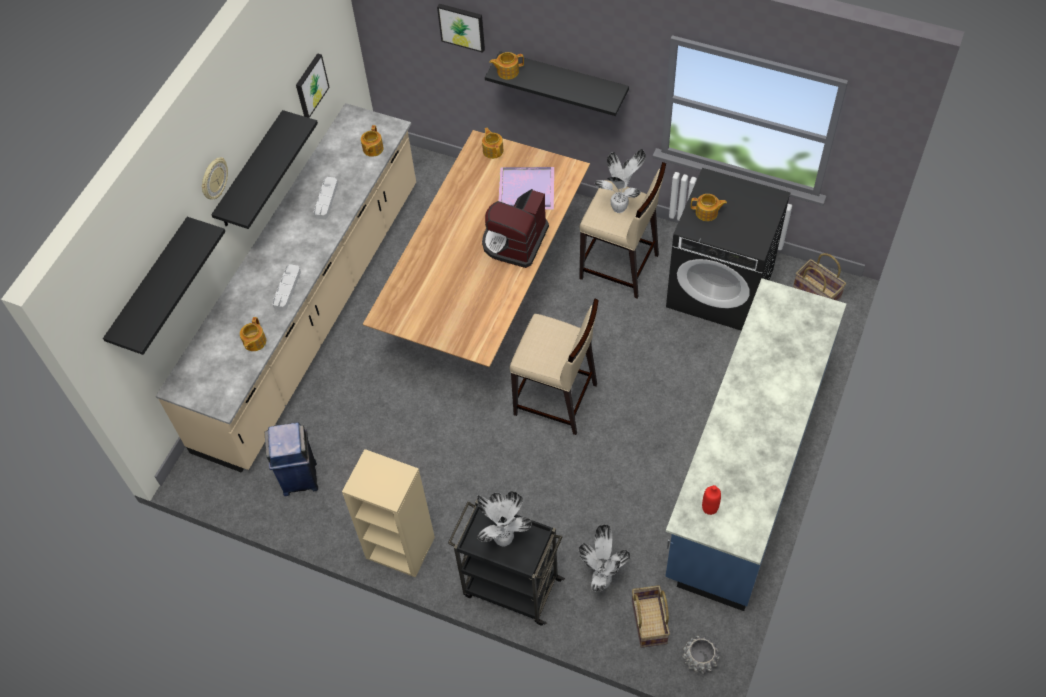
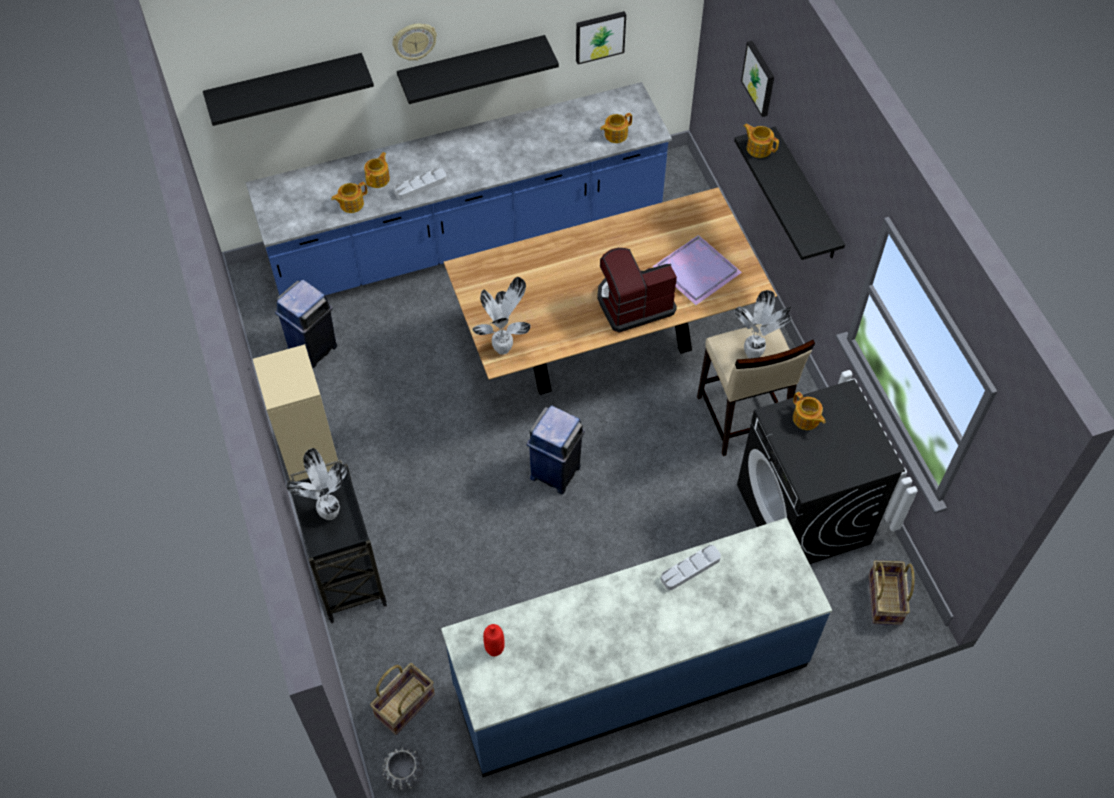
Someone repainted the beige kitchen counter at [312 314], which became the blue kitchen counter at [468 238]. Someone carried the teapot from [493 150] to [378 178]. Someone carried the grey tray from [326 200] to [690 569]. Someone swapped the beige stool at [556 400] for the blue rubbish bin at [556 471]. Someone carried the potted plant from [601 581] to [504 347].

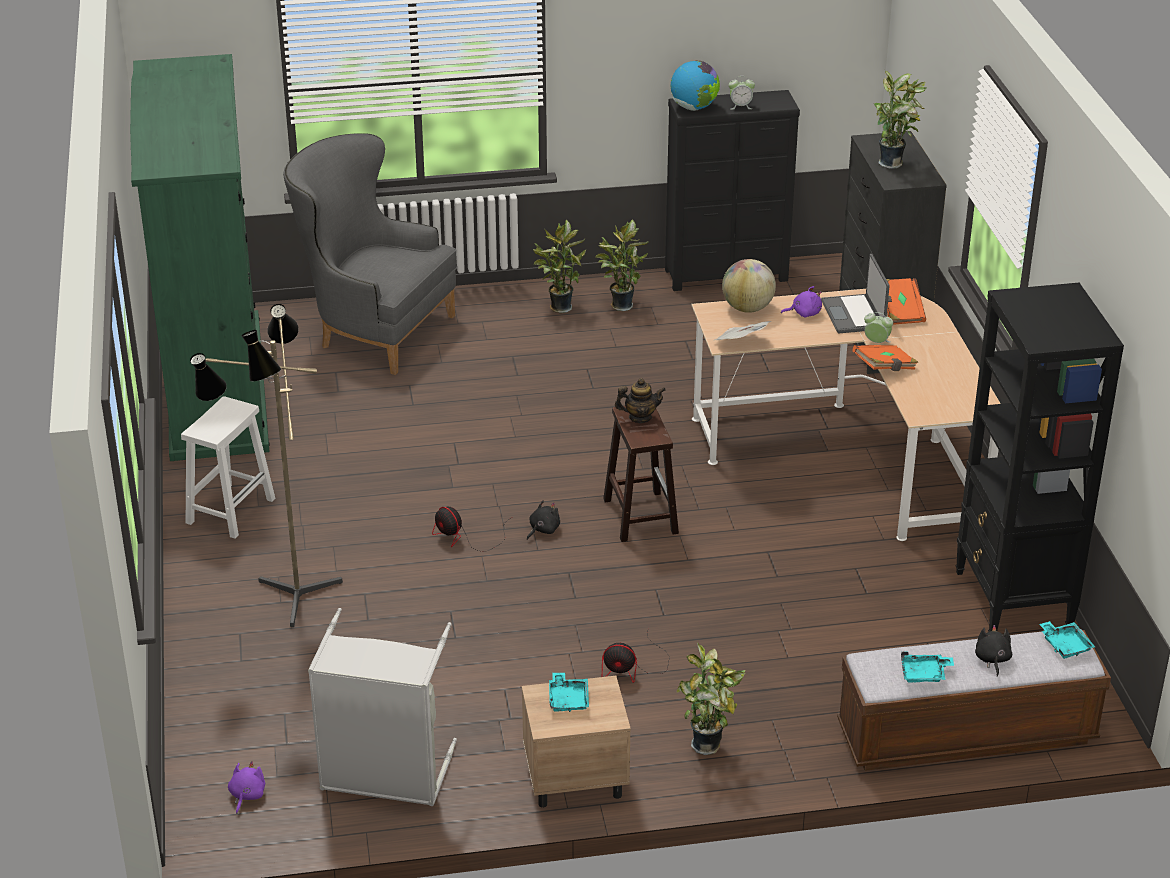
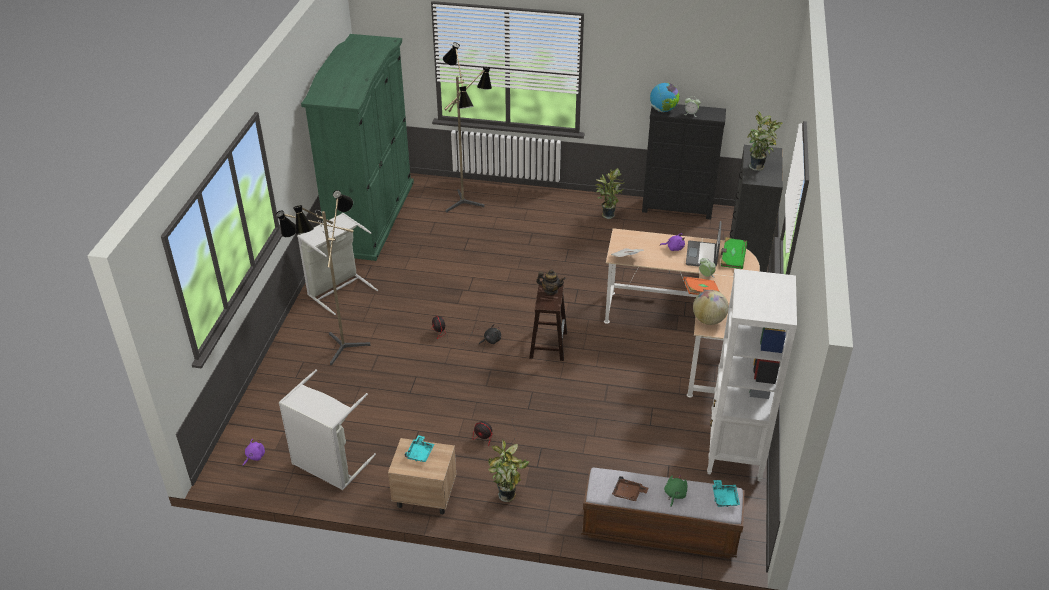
Someone swapped the grey easy chair at [373 331] for the floor lamp at [467 202]. Someone took away the potted plant at [559 307]. Someone carried the globe from [747 308] to [708 320]. Someone repainted the orange book at [900 311], which became the green-coloured book at [732 259]. Someone repainted the black-coloured bookshelf at [1013 601], which became the white bookshelf at [734 453]. Someone swapped the white stool at [231 510] for the grey laundry basket at [338 290]. Someone repainted the black-coloured plush toy at [992 659], which became the green-coloured plush toy at [674 495]. Someone repainted the turquoise-coloured tray at [924 674], which became the brown tray at [628 493].

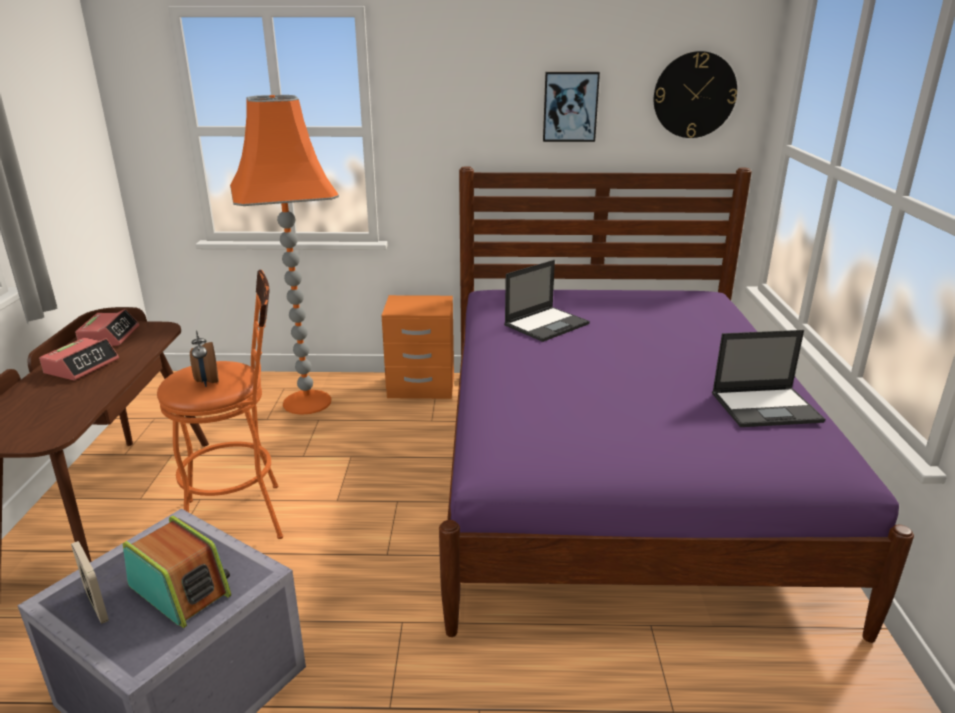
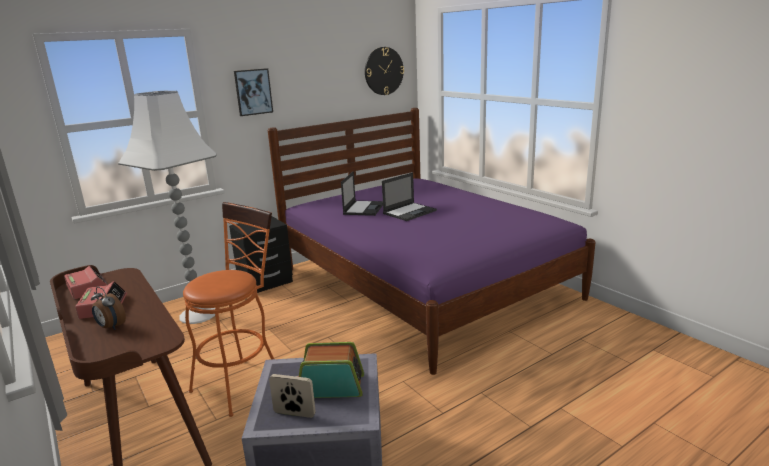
Someone carried the picture from [570 107] to [253 92]. Someone repainted the orange floor lamp at [308 402], which became the white floor lamp at [198 314]. Someone repainted the orange nightstand at [421 387], which became the black-coloured nightstand at [265 282]. Someone carried the alarm clock from [207 382] to [111 327]. Someone carried the portable computer from [767 407] to [410 212].

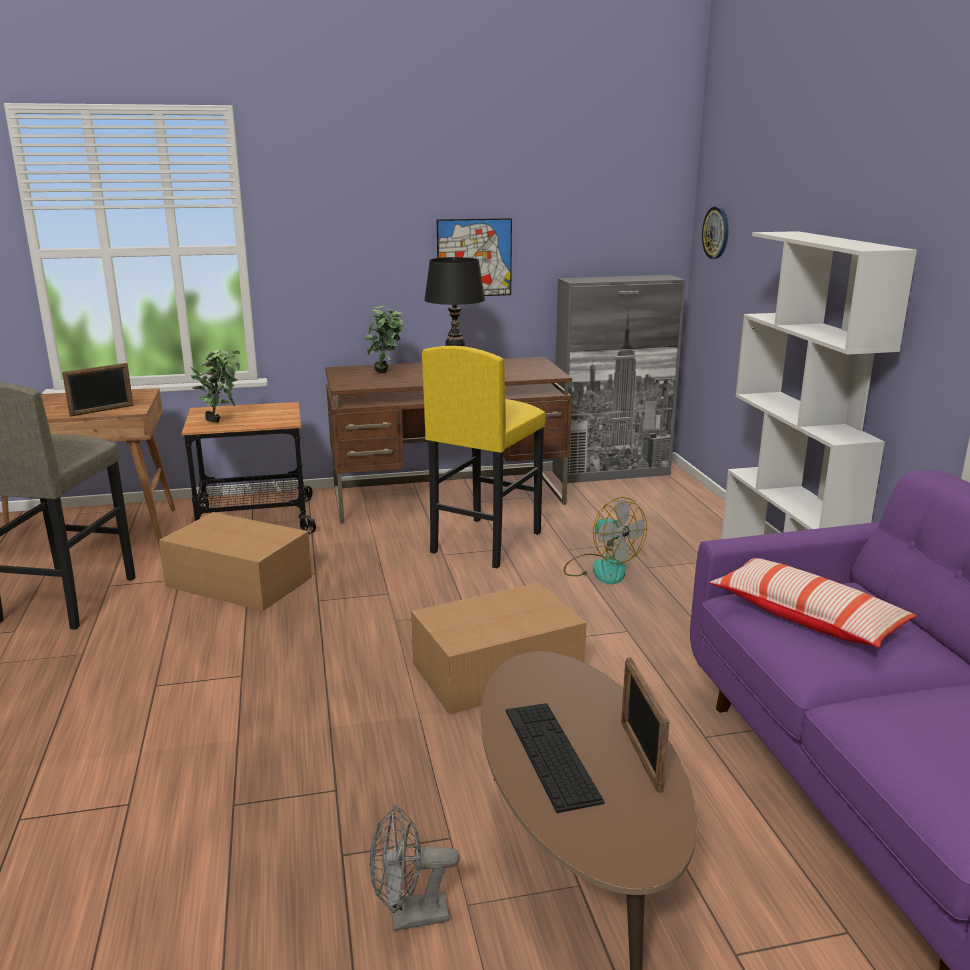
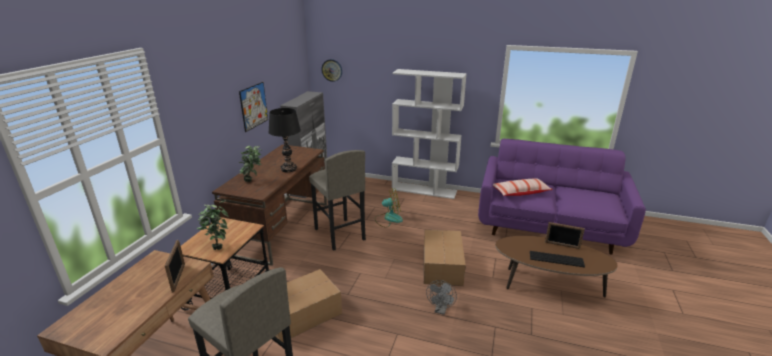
Someone repainted the yellowish stool at [485 542], which became the grey stool at [339 234]. Someone carried the grey fan from [409 917] to [441 310].

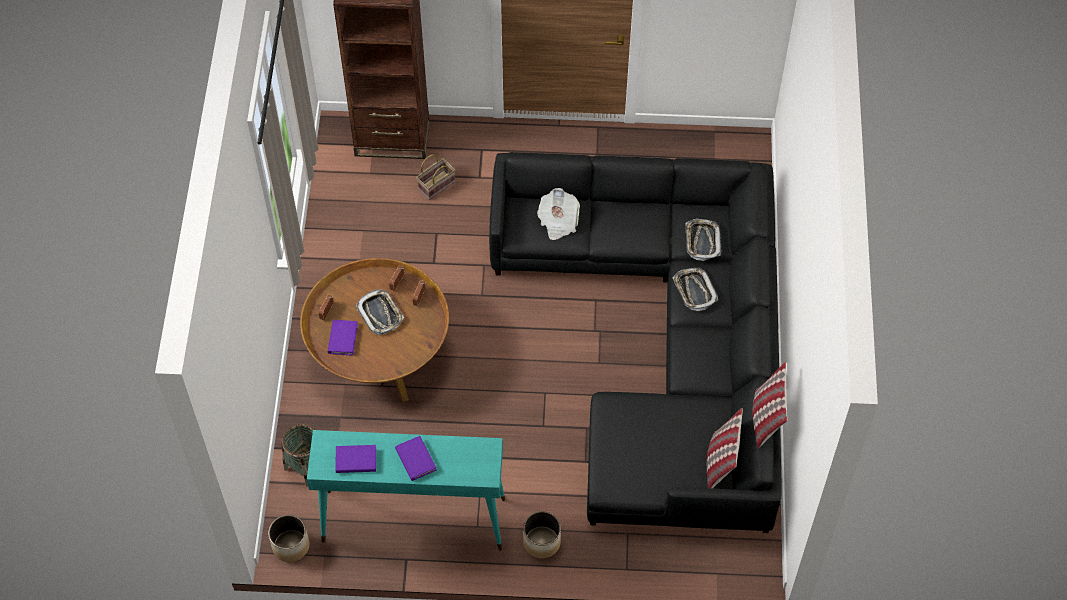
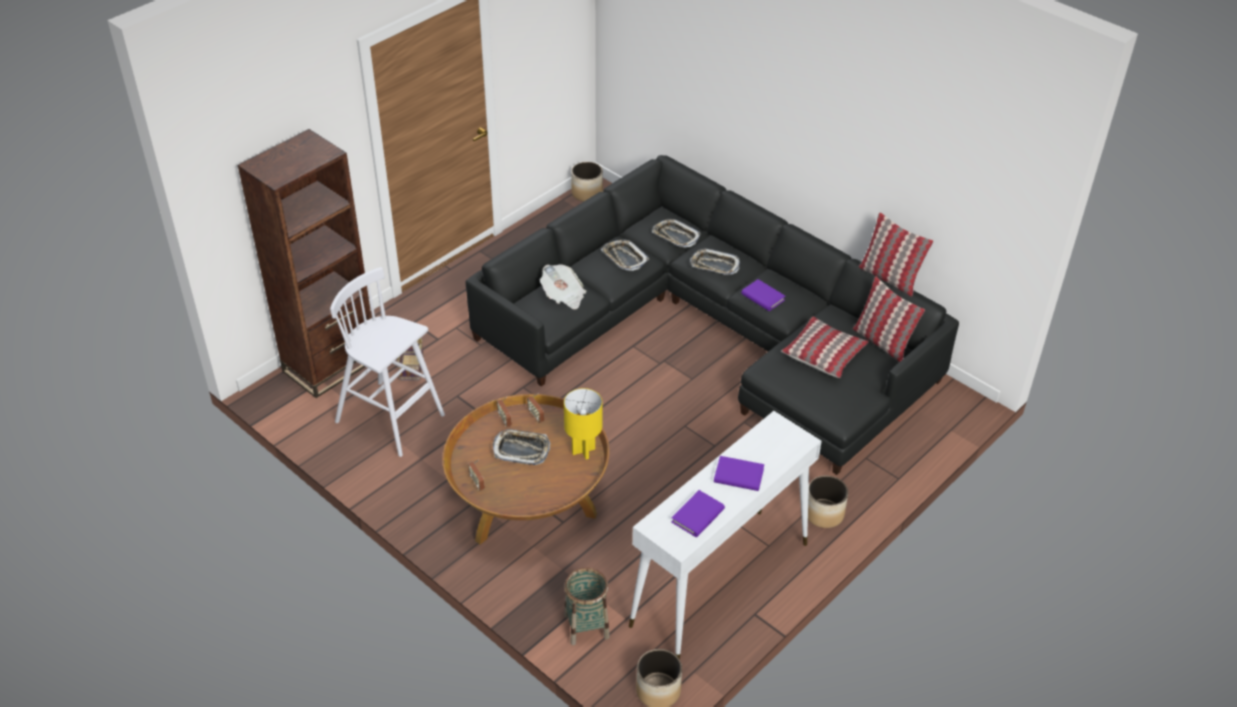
Someone carried the purplish book from [342 338] to [763 297]. Someone repainted the turquoise-coloured hall table at [412 520], which became the white hall table at [719 585]. Someone put down the flower pot at [587 193]. Someone put down the tray at [624 258]. Someone put down the white stool at [392 419]. Someone put down the cushion at [823 354]. Someone put down the yellowish tabletop lamp at [583 451].

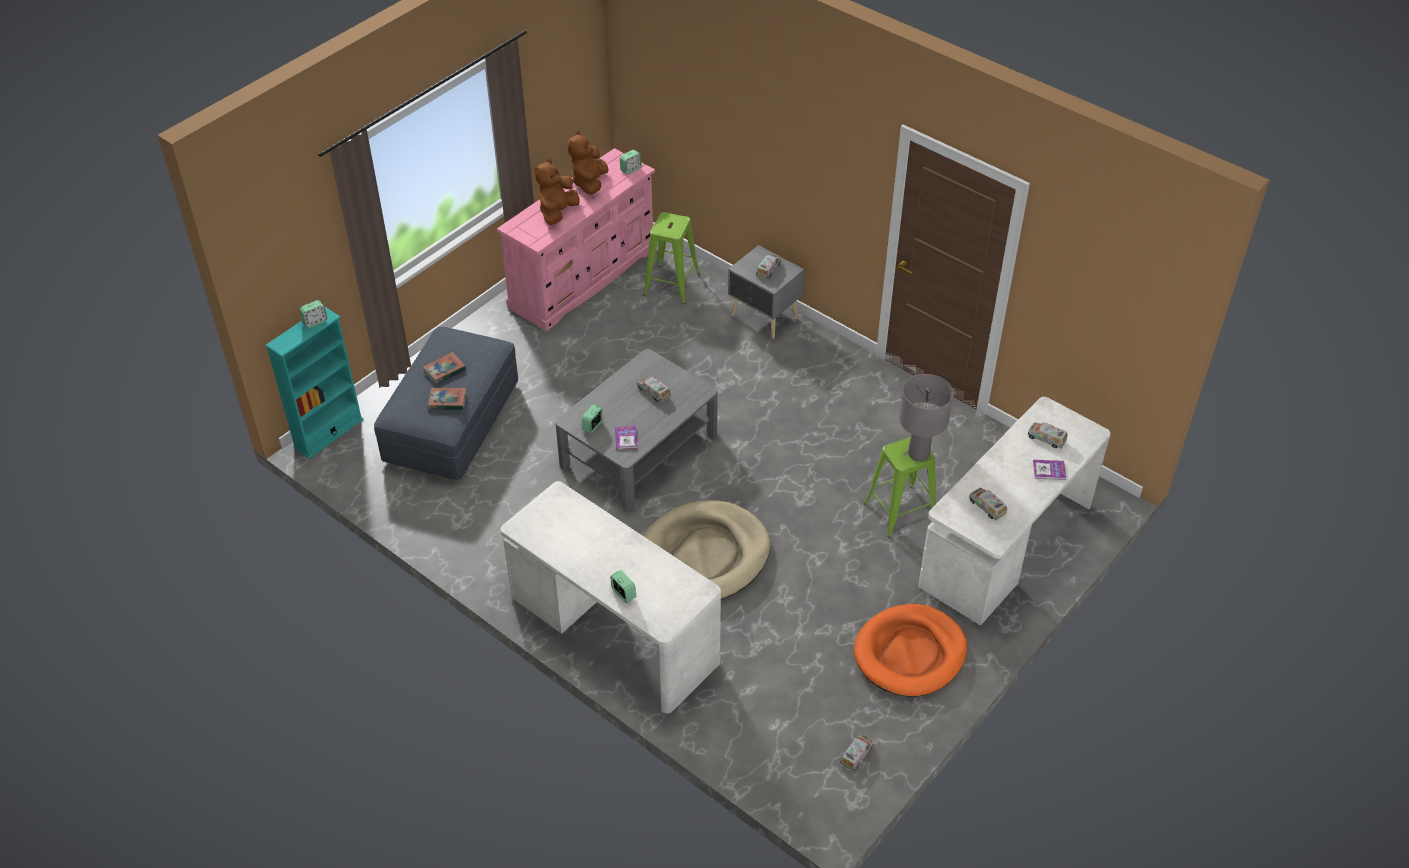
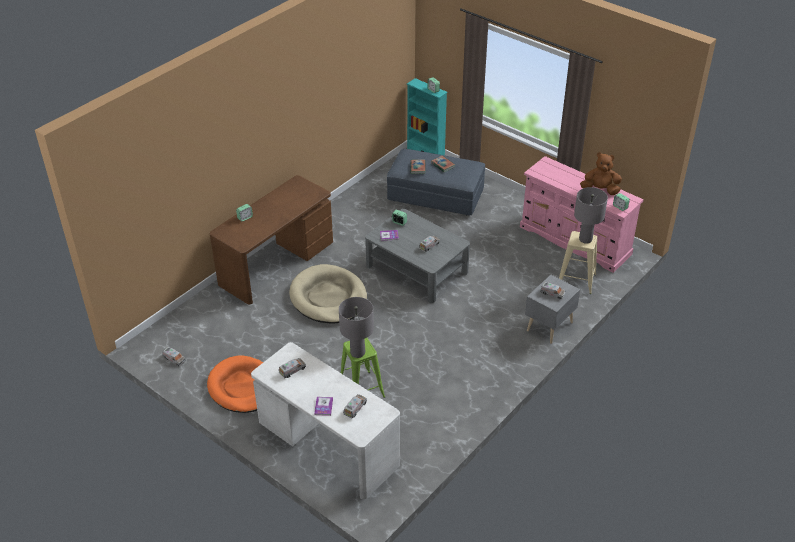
Someone took away the brown plush toy at [557 212]. Someone repainted the green-coloured stool at [671 284], which became the beige stool at [576 281]. Someone repainted the white desk table at [613 631], which became the brown desk table at [276 263]. Someone put down the grey tabletop lamp at [585 239].

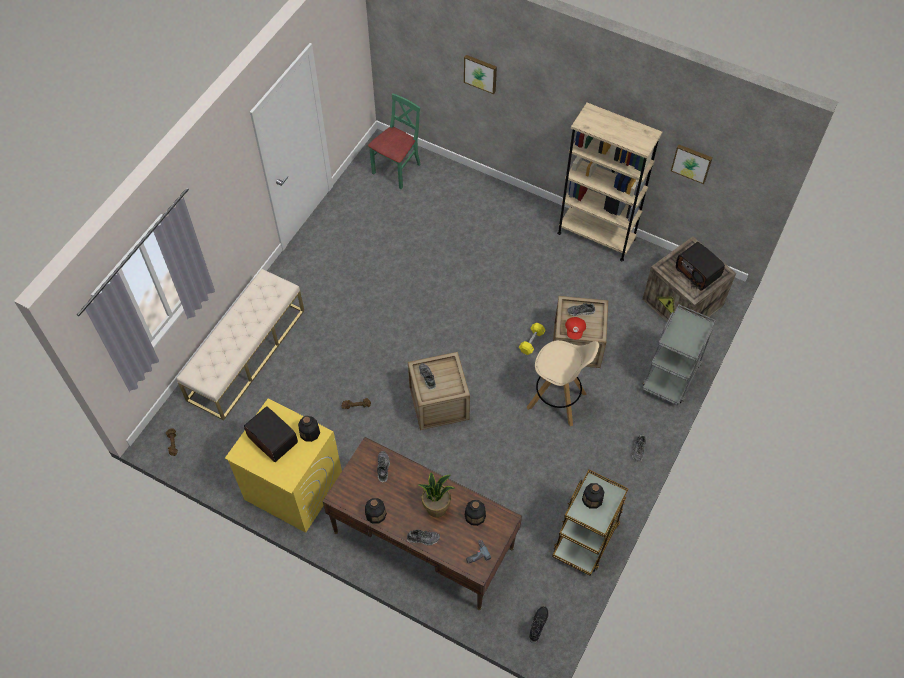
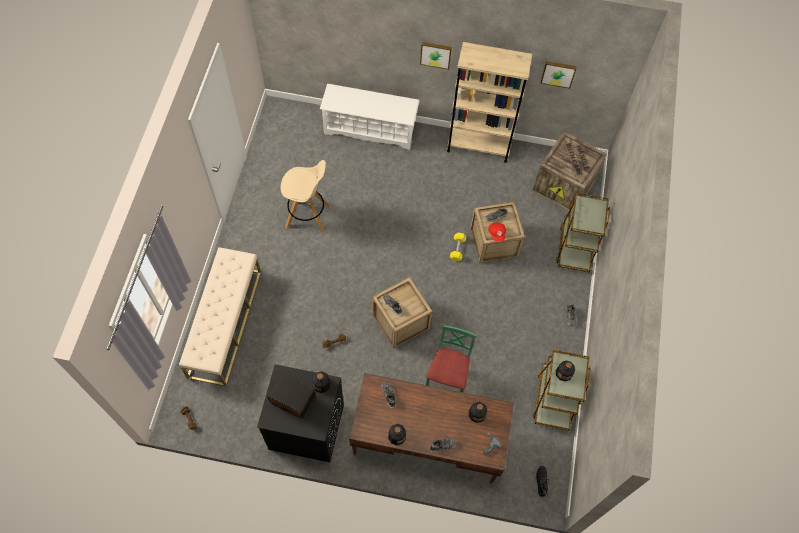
Someone carried the picture from [481 73] to [436 54]. Someone carried the green-coloured plain chair from [397 169] to [447 378]. Someone took away the radio receiver at [698 272]. Someone repainted the grey cart at [672 374], which became the brown cart at [575 247]. Someone carried the beige stool from [557 401] to [308 216]. Someone repainted the yellowish washing machine at [293 487], which became the black-coloured washing machine at [306 427]. Someone took away the potted plant at [436 507]. Someone put down the white shoe rack at [370 129].

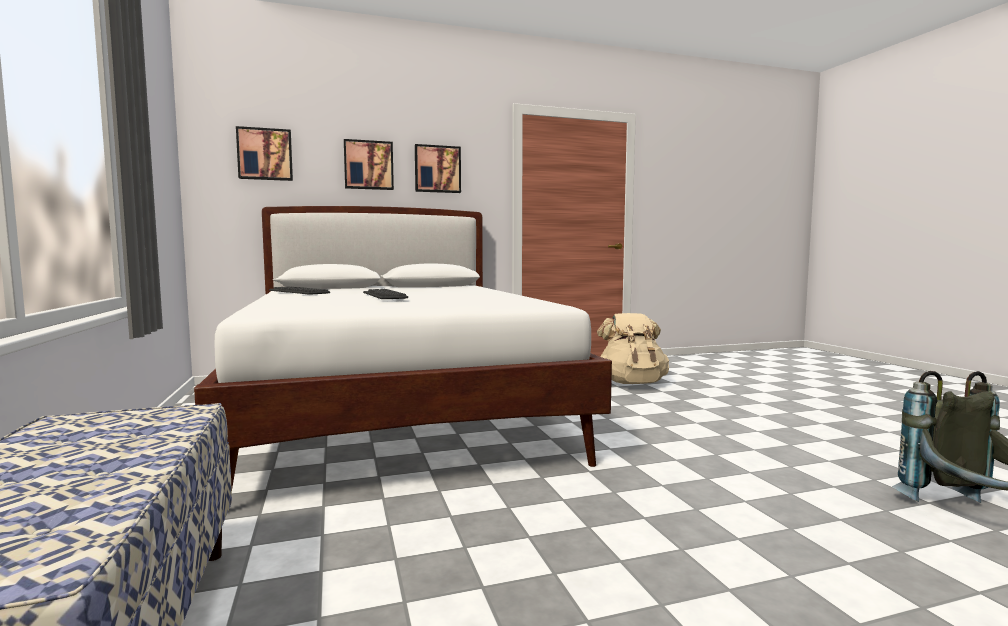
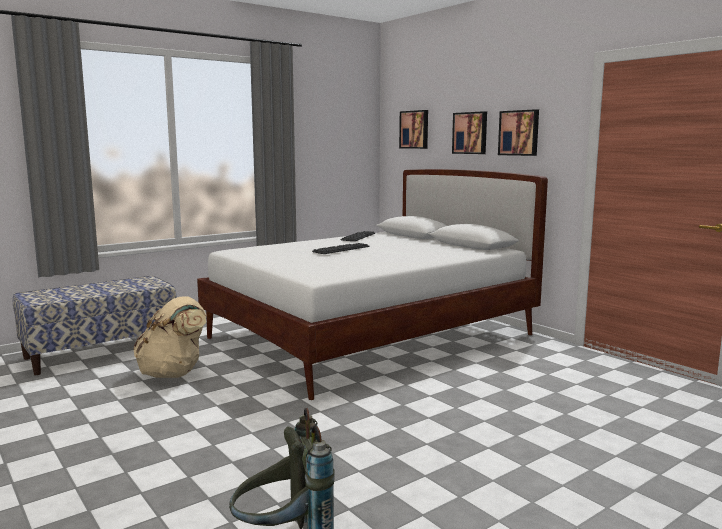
Someone carried the beige knapsack from [631 383] to [174 373].

